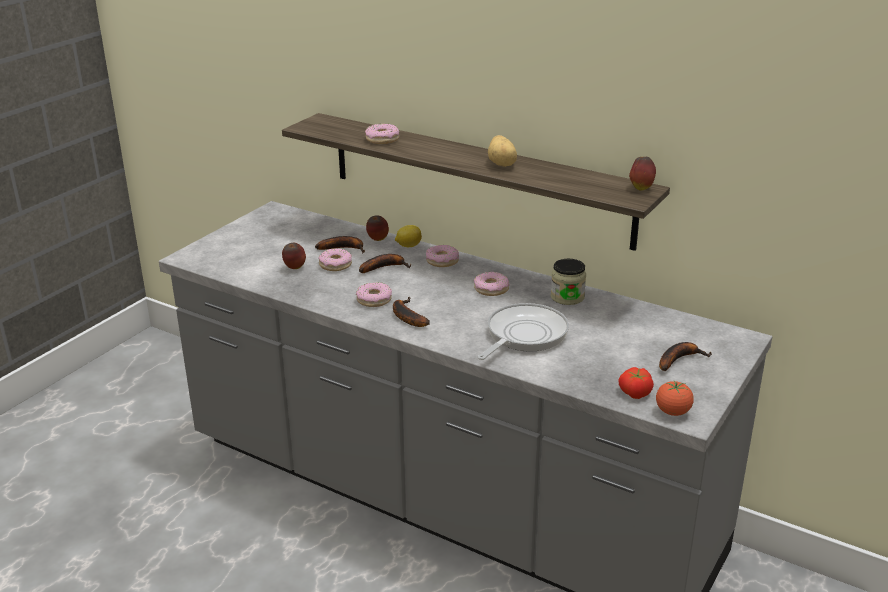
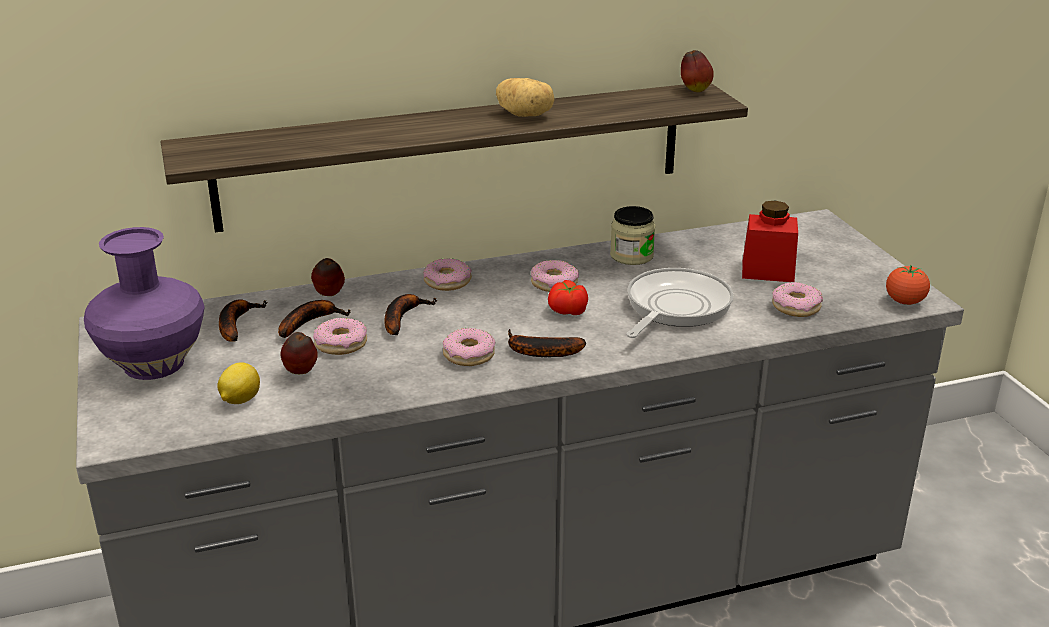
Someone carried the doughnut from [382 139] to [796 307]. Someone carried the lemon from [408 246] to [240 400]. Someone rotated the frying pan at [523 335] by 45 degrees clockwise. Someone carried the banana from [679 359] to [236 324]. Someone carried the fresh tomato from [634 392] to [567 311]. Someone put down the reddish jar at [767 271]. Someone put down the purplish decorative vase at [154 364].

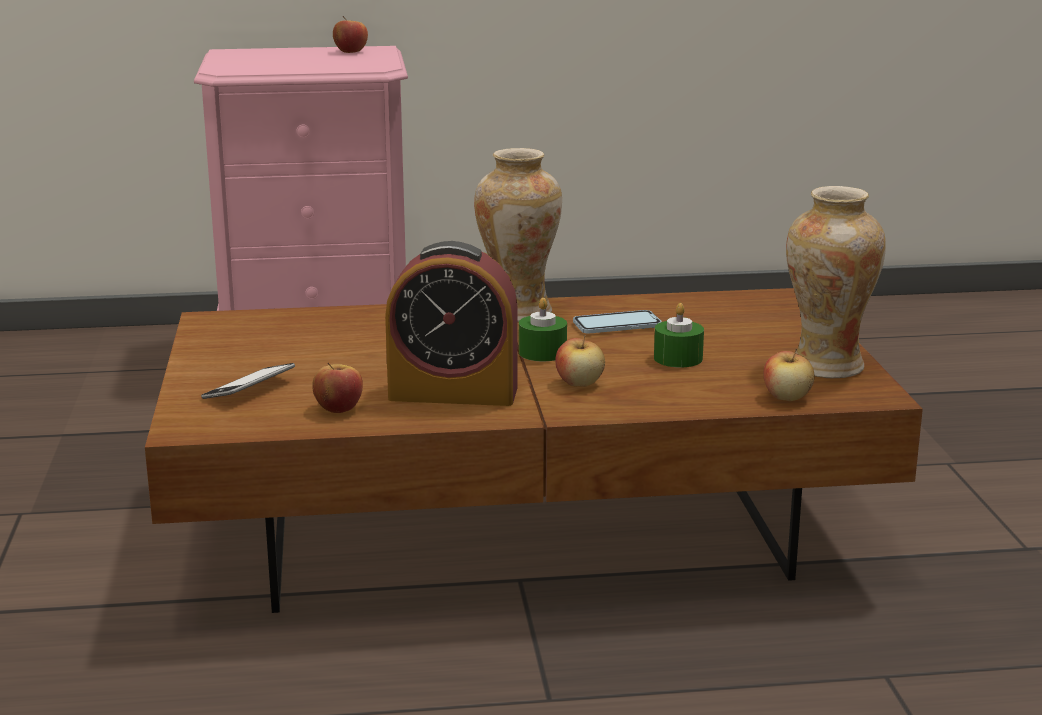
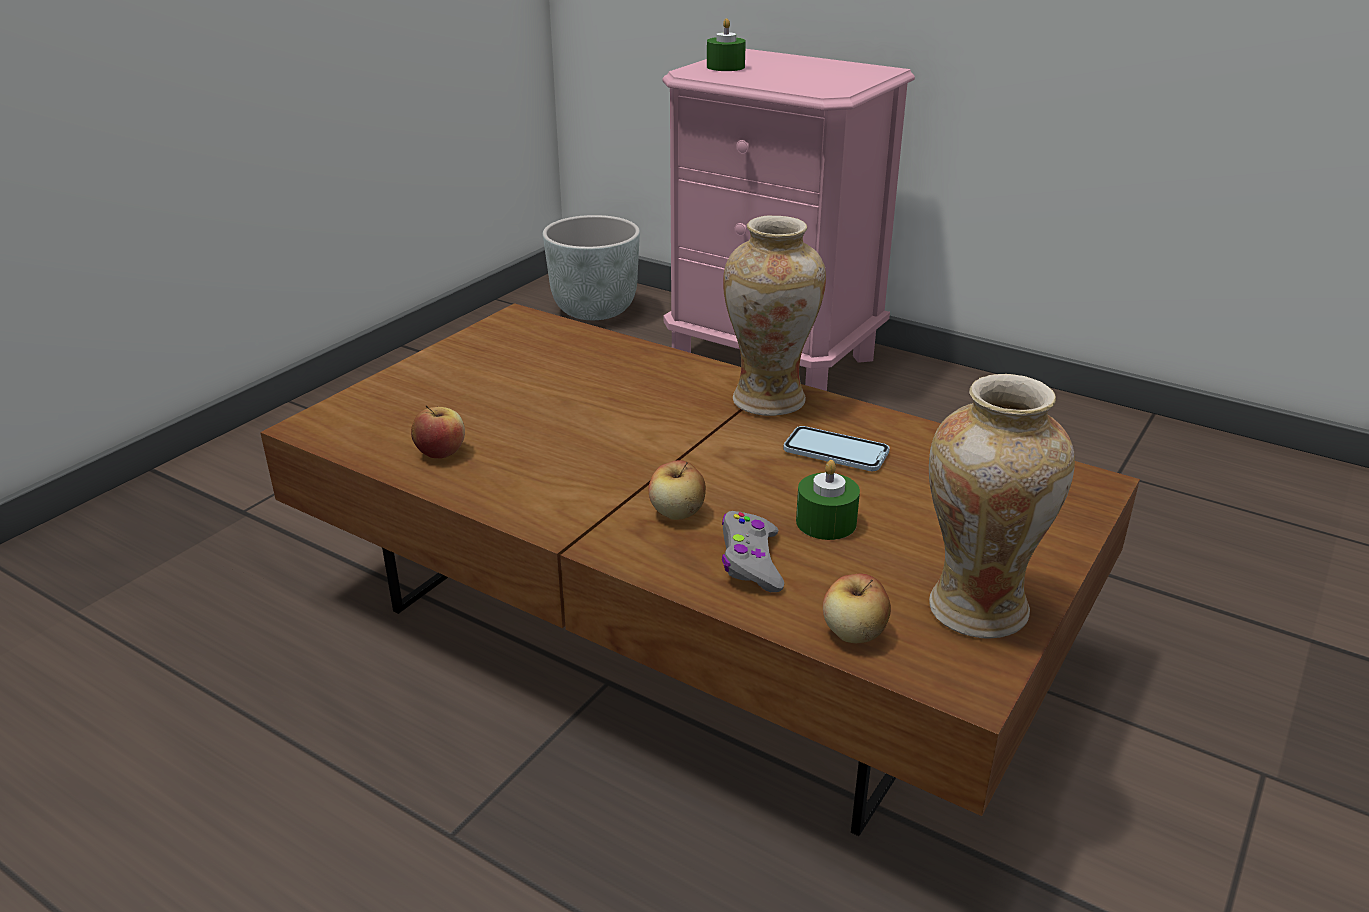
Someone took away the apple fruit at [350 51]. Someone took away the alarm clock at [453 393]. Someone carried the green-coloured wax light from [542 352] to [725 67]. Someone took away the telephone at [249 389]. Someone put down the grey flower pot at [593 311]. Someone put down the grey game controller at [750 561].

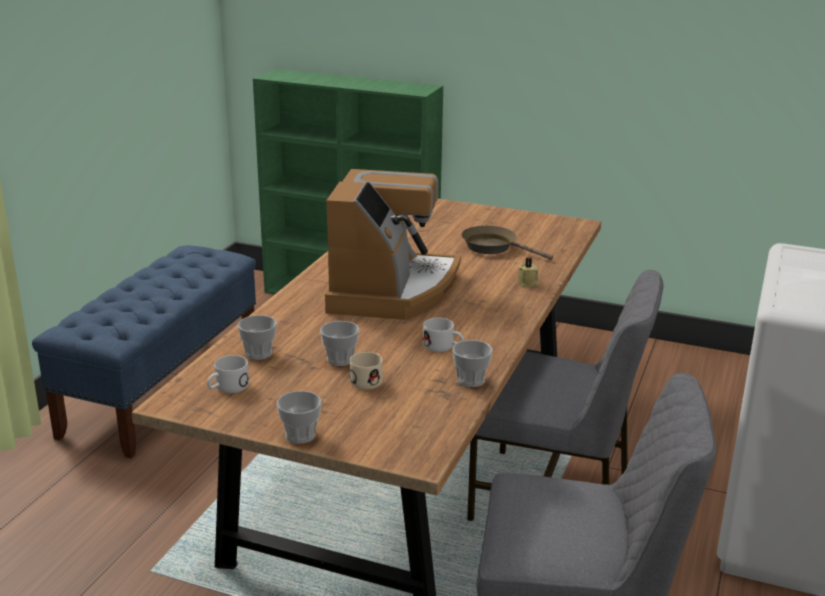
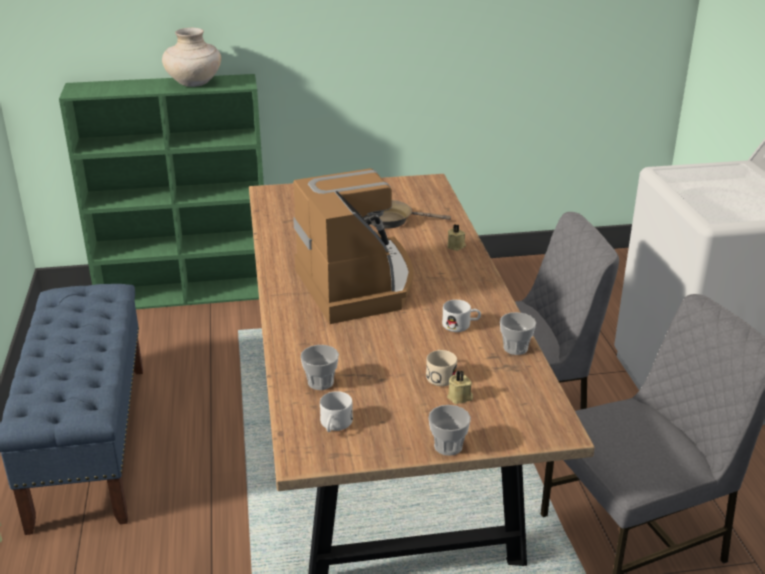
Someone took away the cup at [340 360]. Someone put down the beige decorative vase at [194 83]. Someone put down the beige wax light at [460 397].

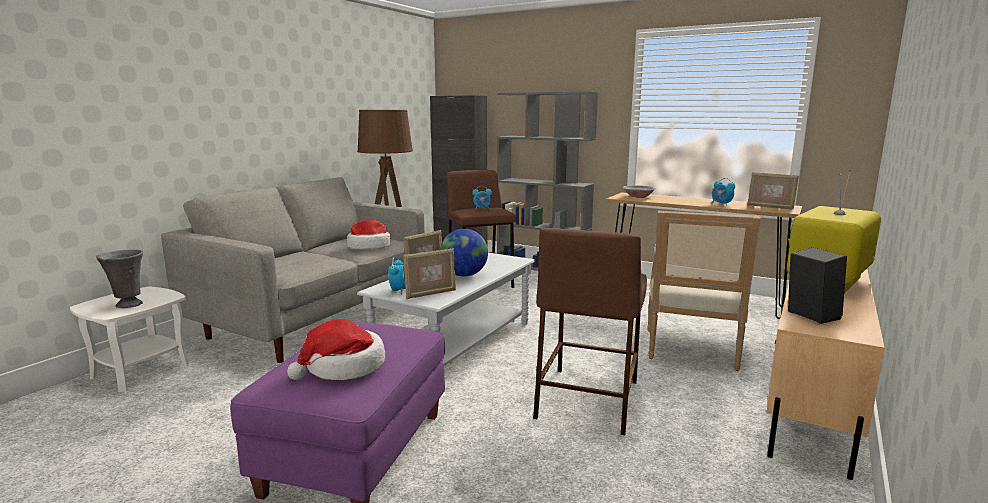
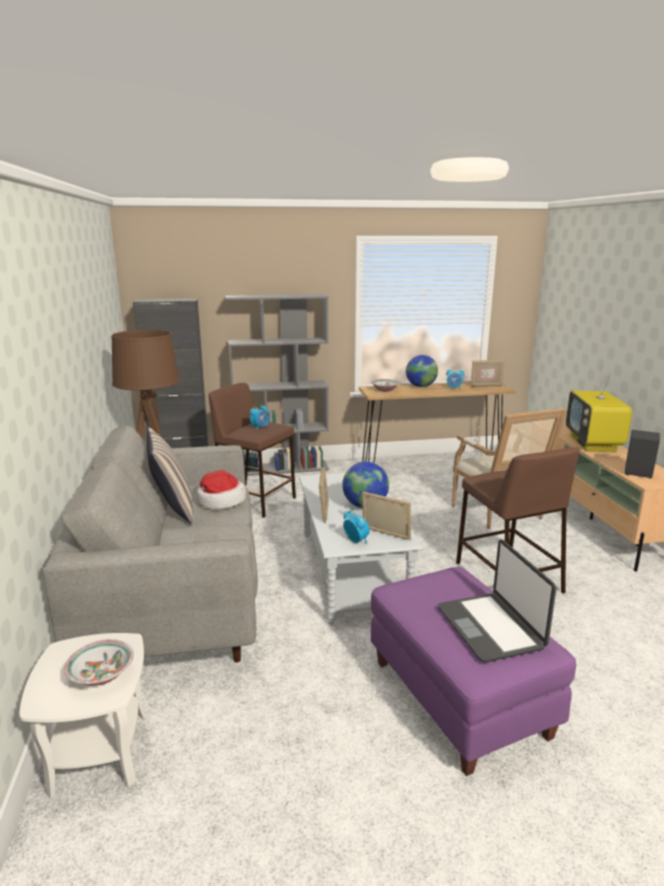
Someone rotated the photo frame at [430 294] by 75 degrees counterclockwise. Someone swapped the grey decorative vase at [128 305] for the deep dish at [101 675]. Someone swapped the clothing hat at [343 367] for the portable computer at [491 627]. Someone put down the globe at [421 386]. Someone put down the cushion at [172 509].

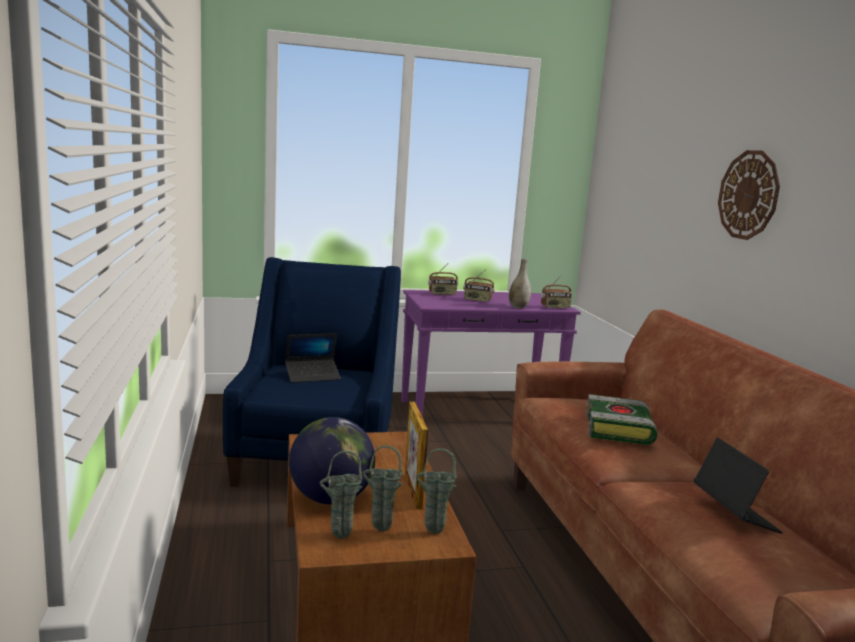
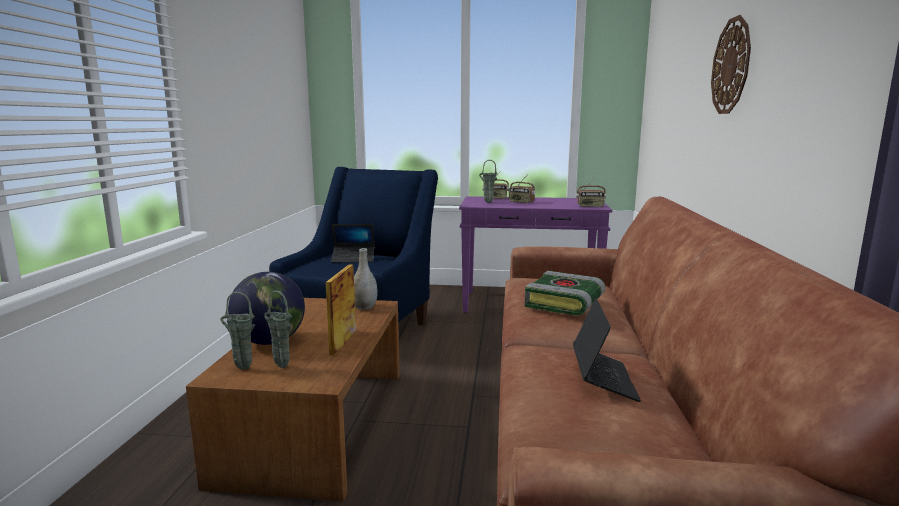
Someone carried the grey decorative vase from [518 307] to [364 307]. Someone carried the green-coloured decorative vase from [431 532] to [487 202].

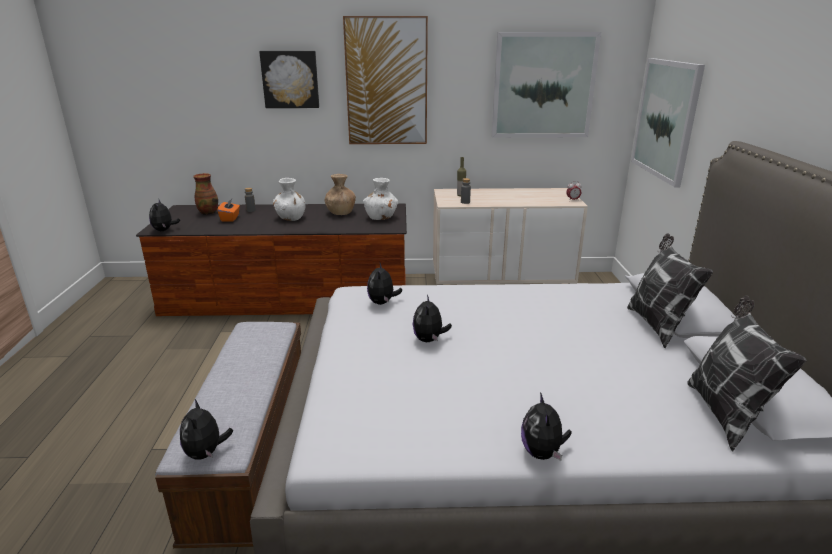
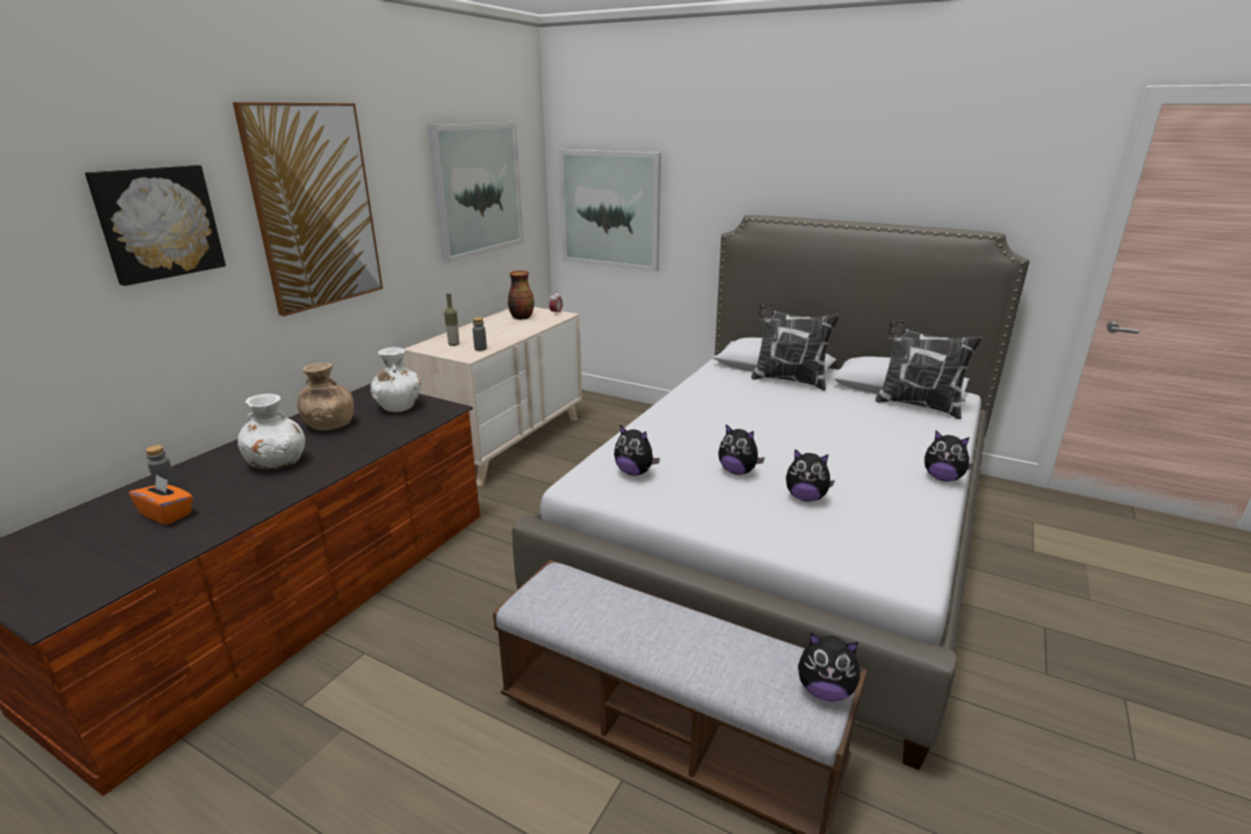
Someone carried the decorative vase from [208 212] to [521 317]. Someone carried the plush toy from [164 230] to [806 497].

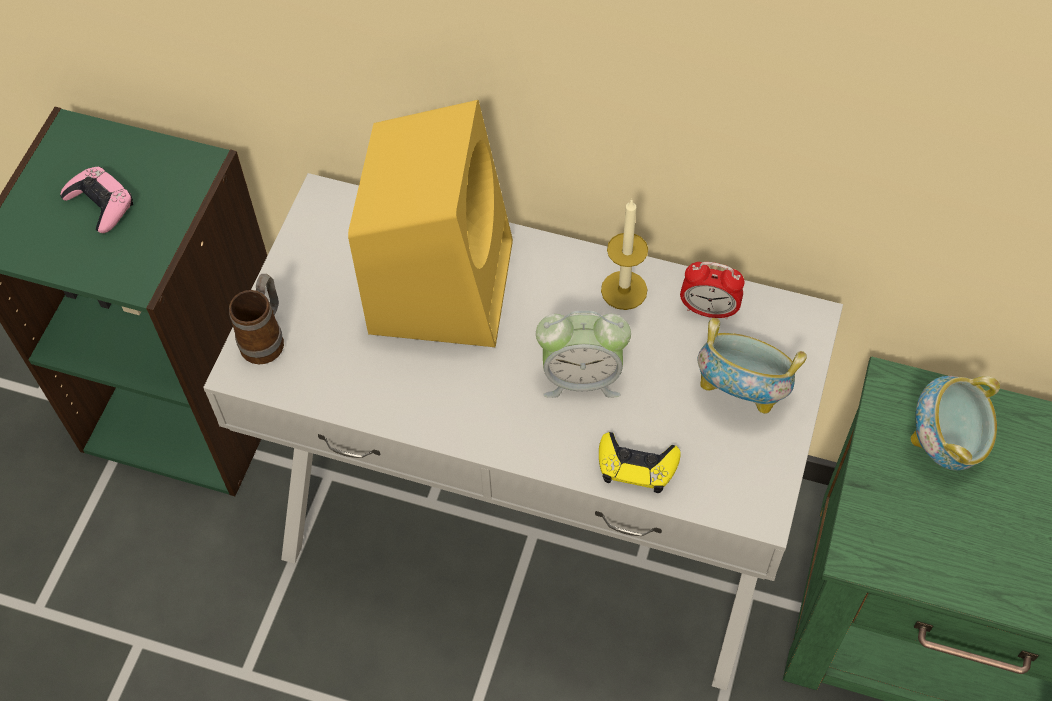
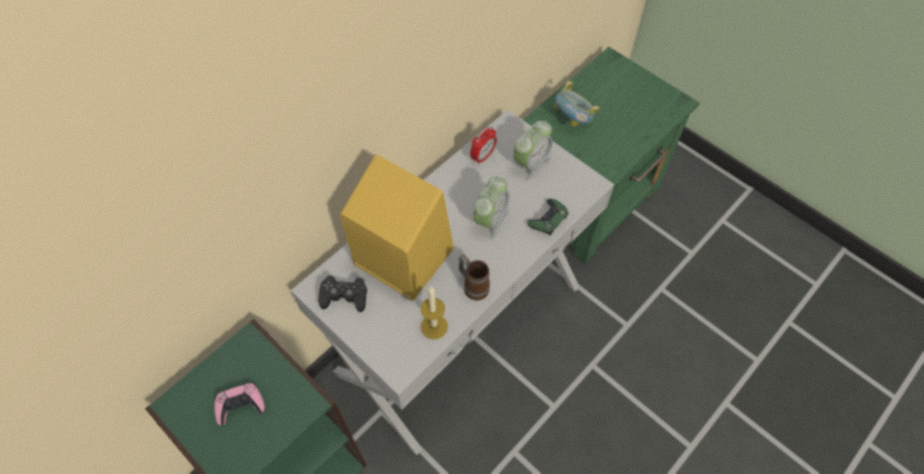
Someone carried the wax light from [624 290] to [434 326]. Someone carried the tea mug from [266 338] to [472 285]. Someone swapped the deep dish at [742 390] for the alarm clock at [531 163]. Someone repainted the yellowish game controller at [636 466], which became the green-coloured game controller at [548 219]. Someone put down the black-coloured game controller at [344 296].

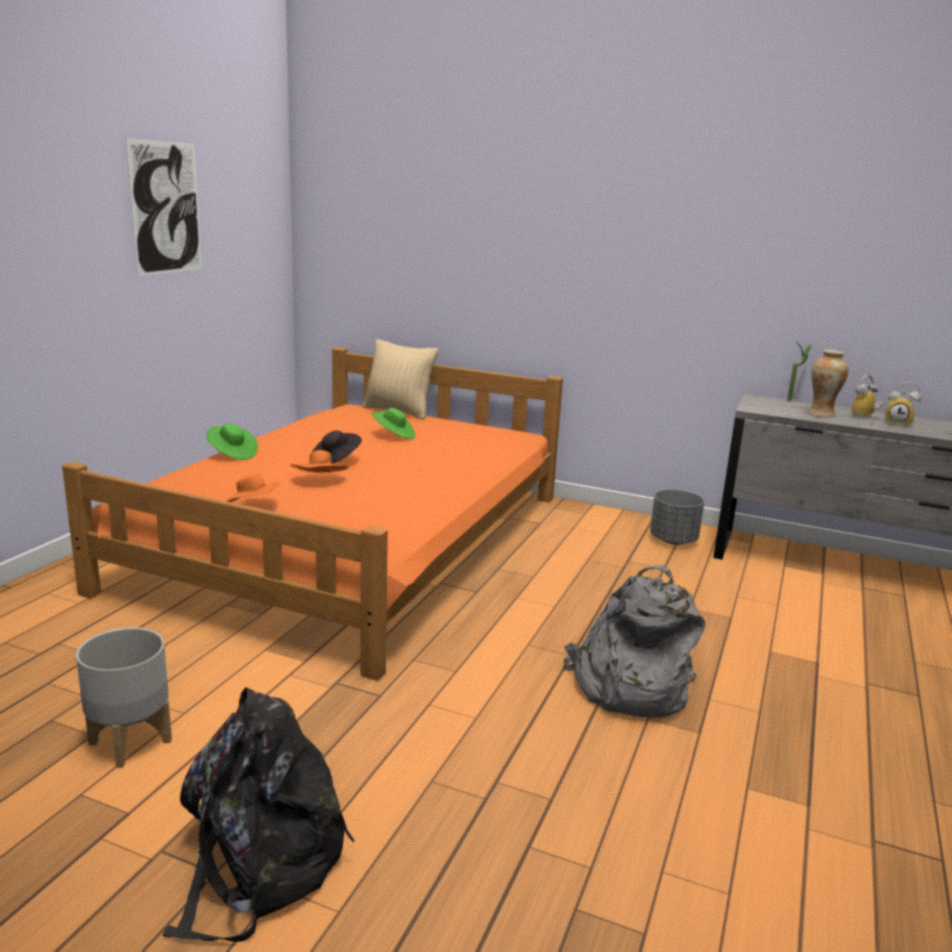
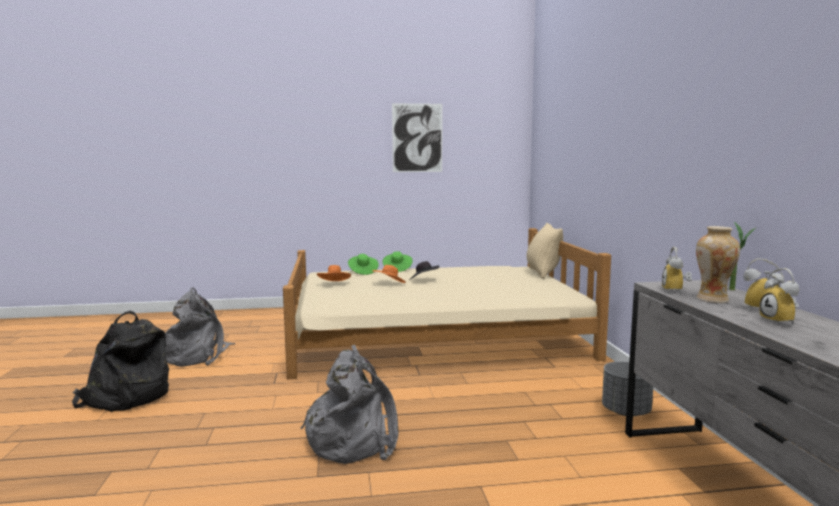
Someone repainted the orange bed at [352 541], which became the beige bed at [432 336]. Someone carried the green-coloured clothing hat from [394 436] to [363 272]. Someone swapped the grey flower pot at [131 741] for the grey knapsack at [197 356]. Someone put down the alarm clock at [676 291].

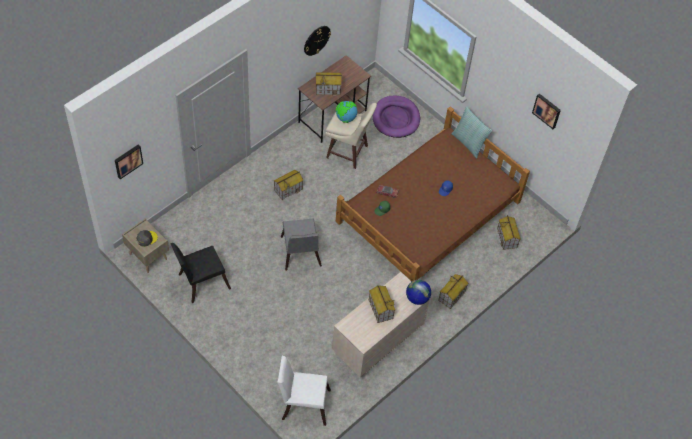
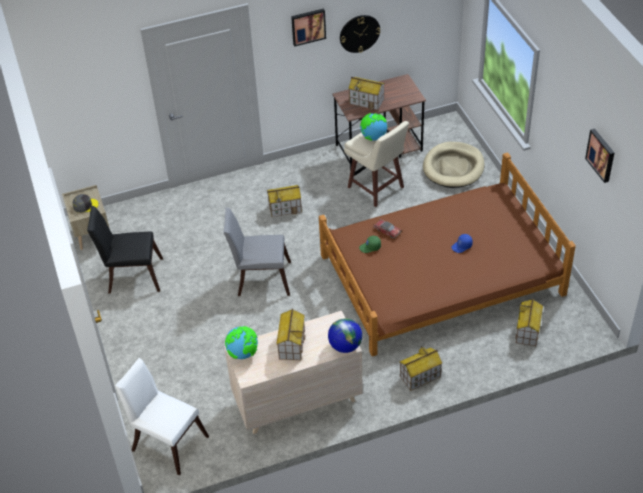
Someone repainted the purplish pet bed at [396 118], which became the beige pet bed at [453 167]. Someone took away the cushion at [469 143]. Someone carried the picture from [128 160] to [308 26]. Someone rotated the grey plain chair at [300 254] by 75 degrees clockwise. Someone put down the globe at [243 353].

